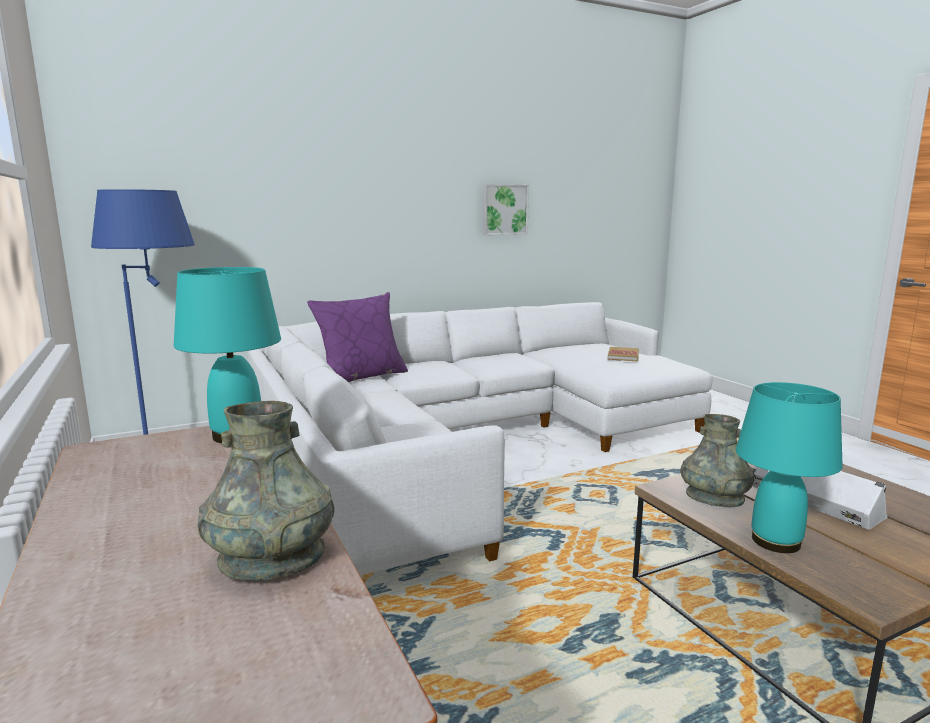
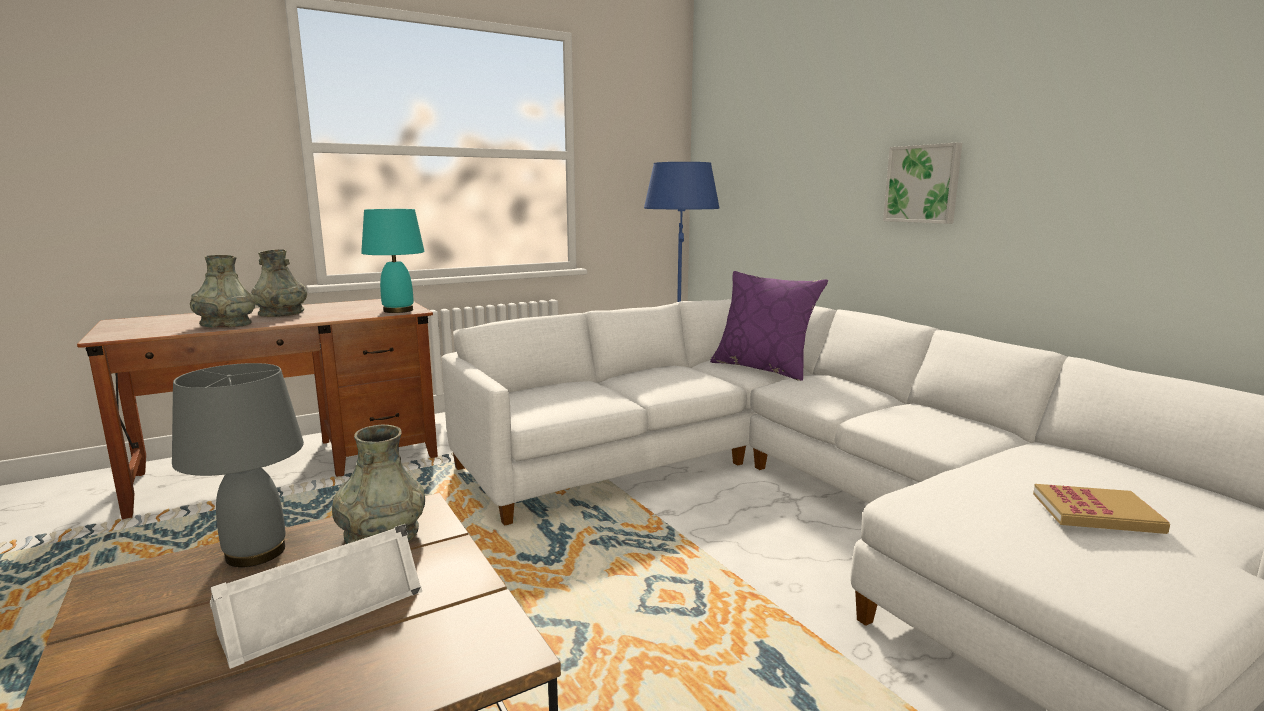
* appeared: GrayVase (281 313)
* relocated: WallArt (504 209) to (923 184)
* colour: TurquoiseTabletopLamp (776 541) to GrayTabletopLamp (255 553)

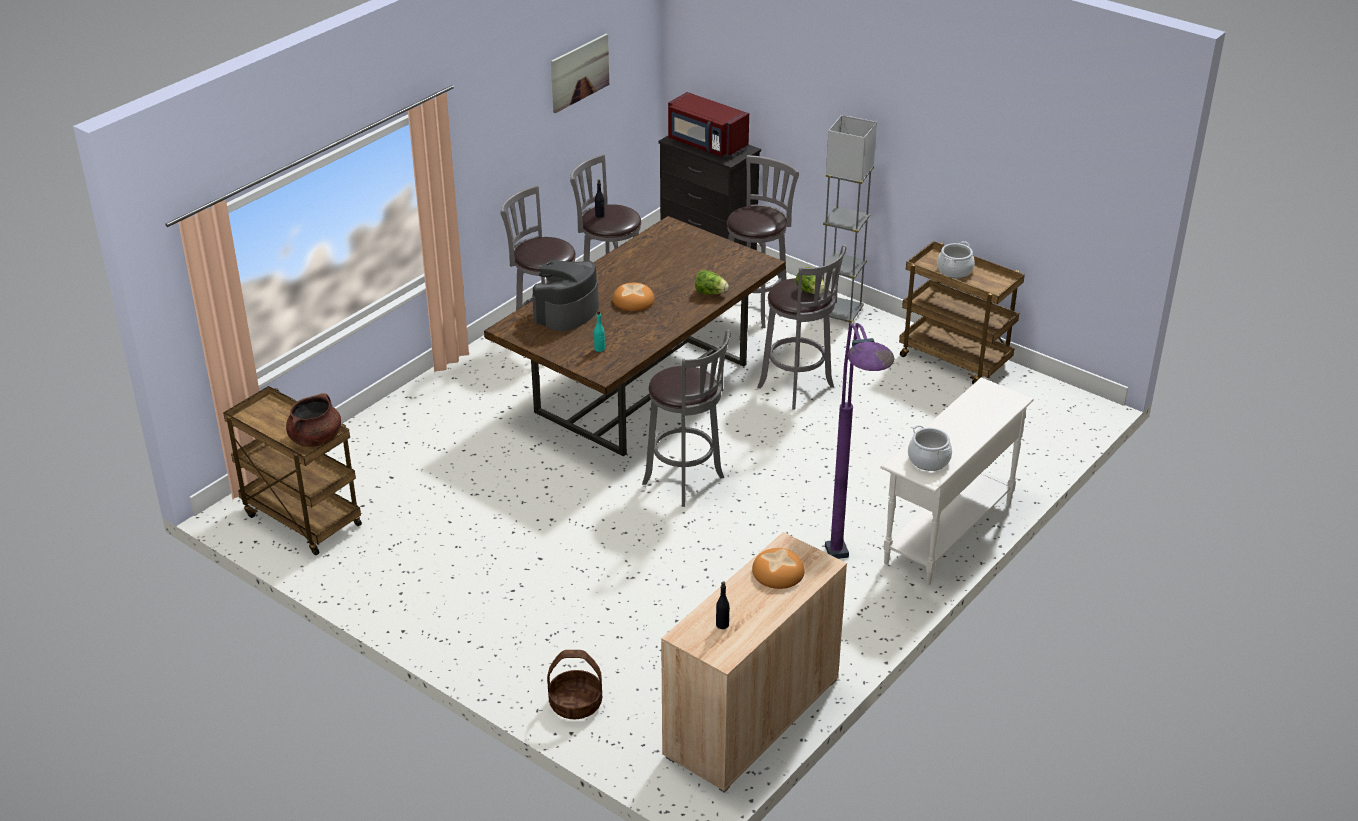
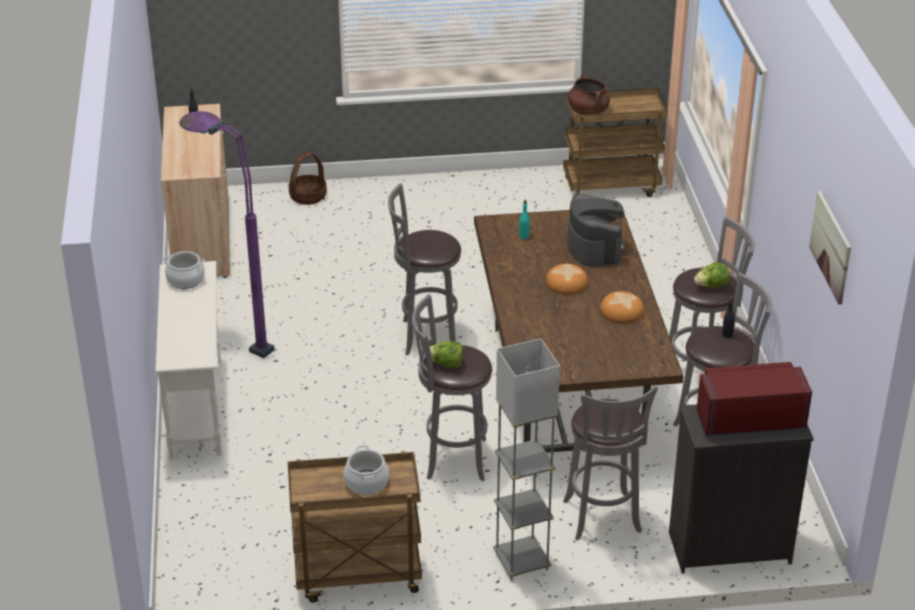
* relocated: Lettuce (710 293) to (711 286)
* relocated: BakeryBread (778 572) to (621 311)

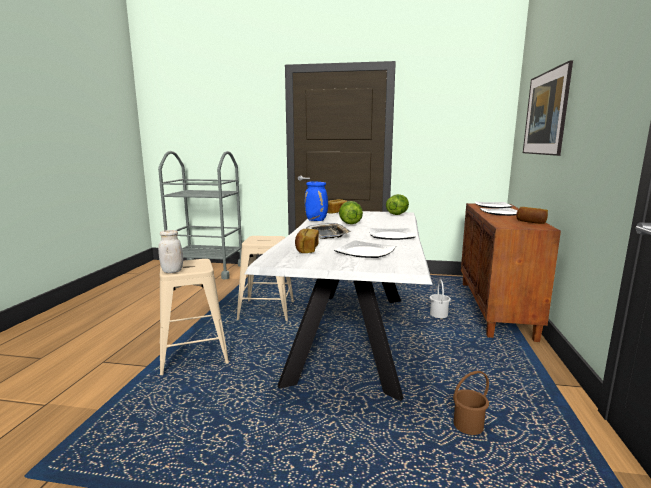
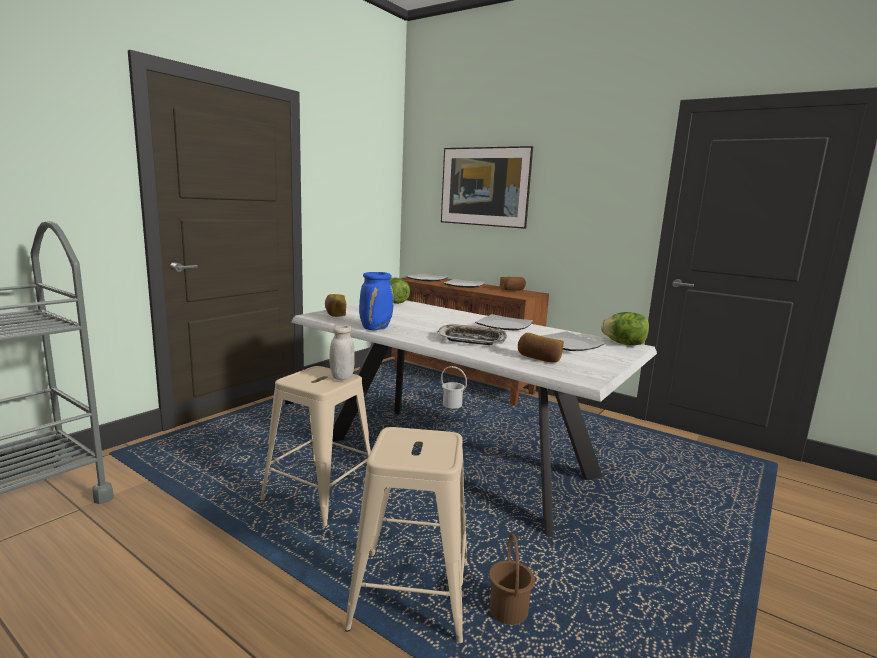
* relocated: WhitishJar (172 271) to (342 377)
* relocated: Lettuce (350 223) to (624 344)
* relocated: BrownColouredWaterBucket (467 426) to (508 611)

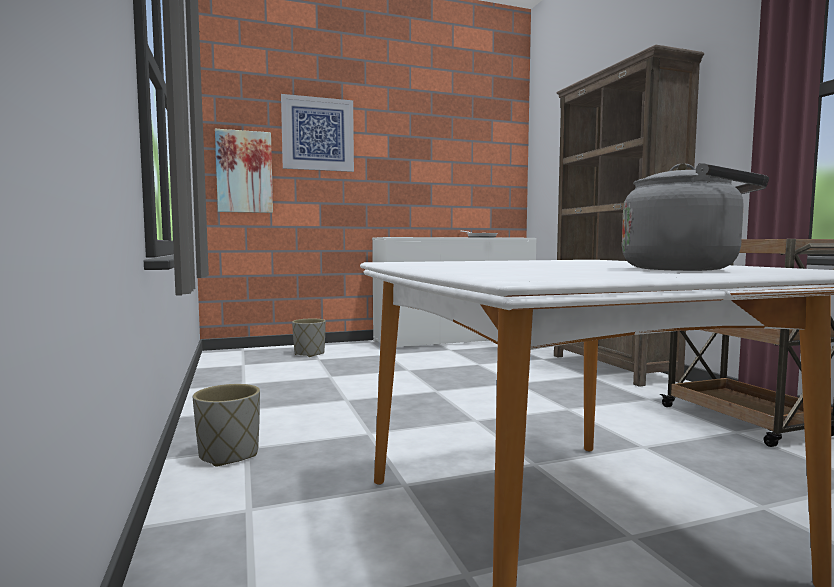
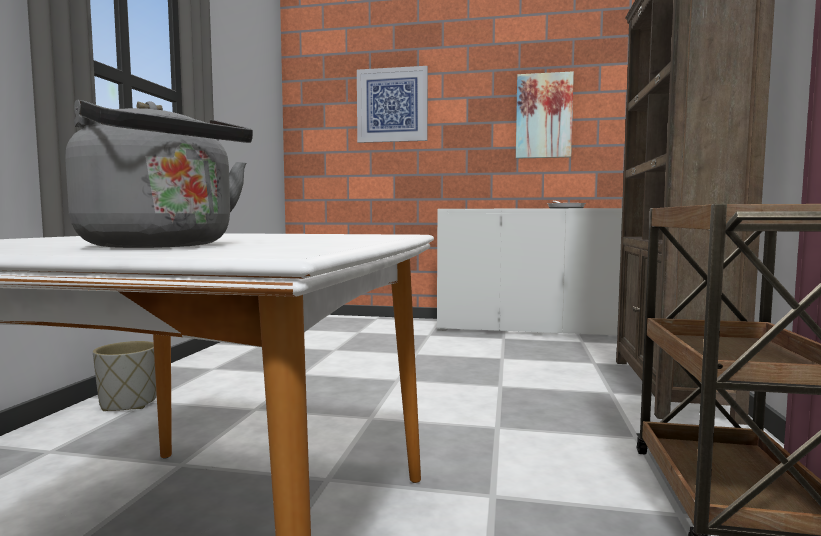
* missing: GrayPlantPot (309 354)
* relocated: WallArt (244 172) to (543 116)

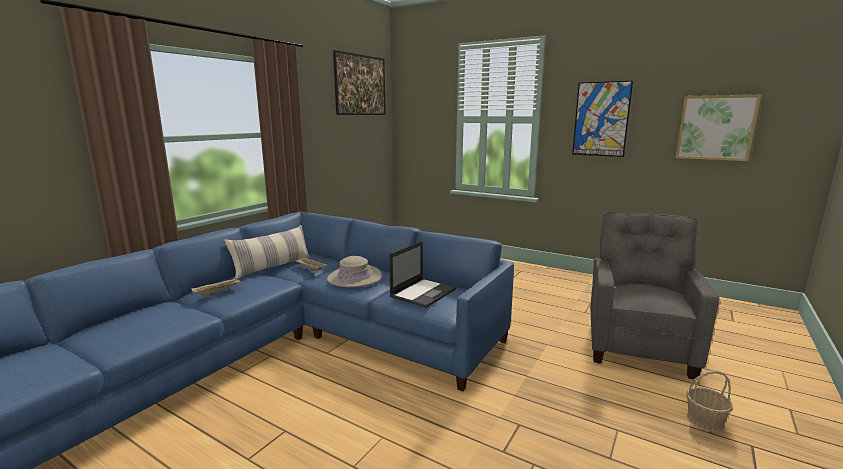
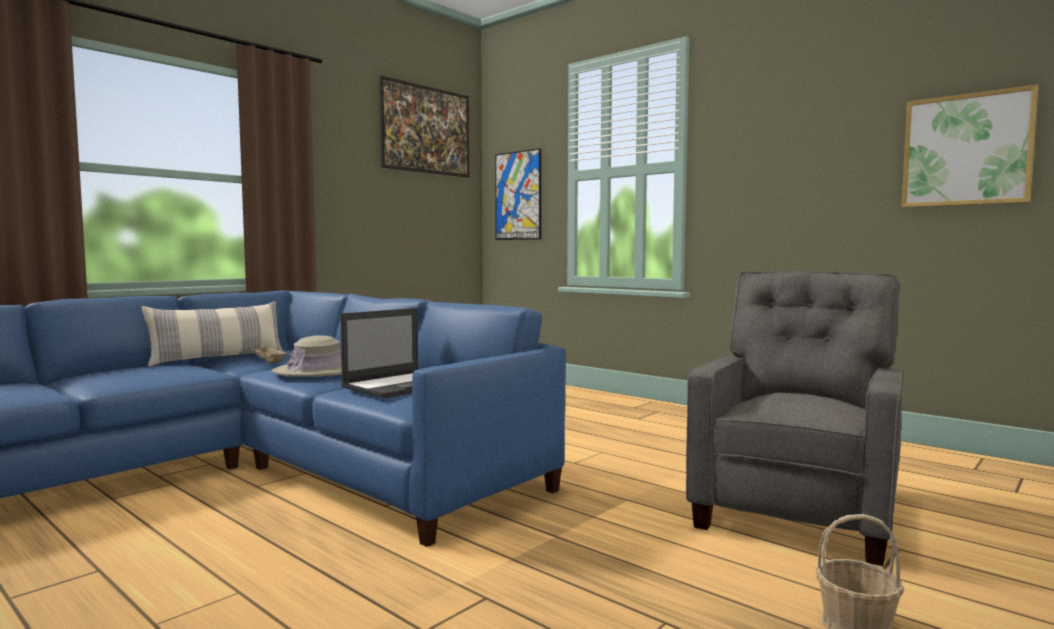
* missing: SandColouredTray (218 292)
* relocated: WallArt (601 119) to (518 196)

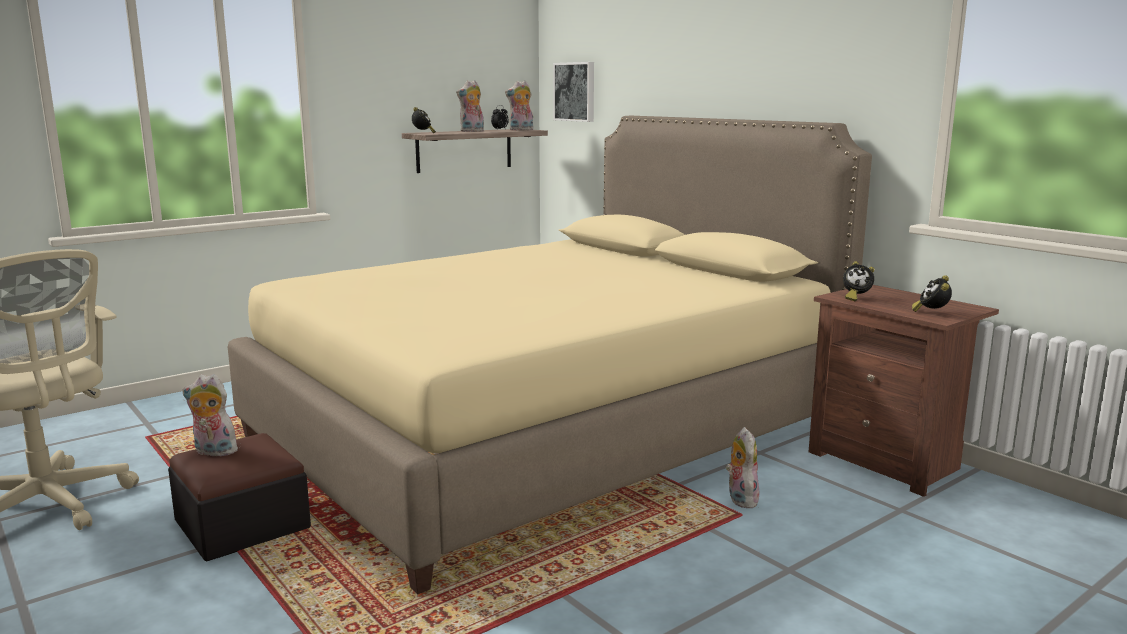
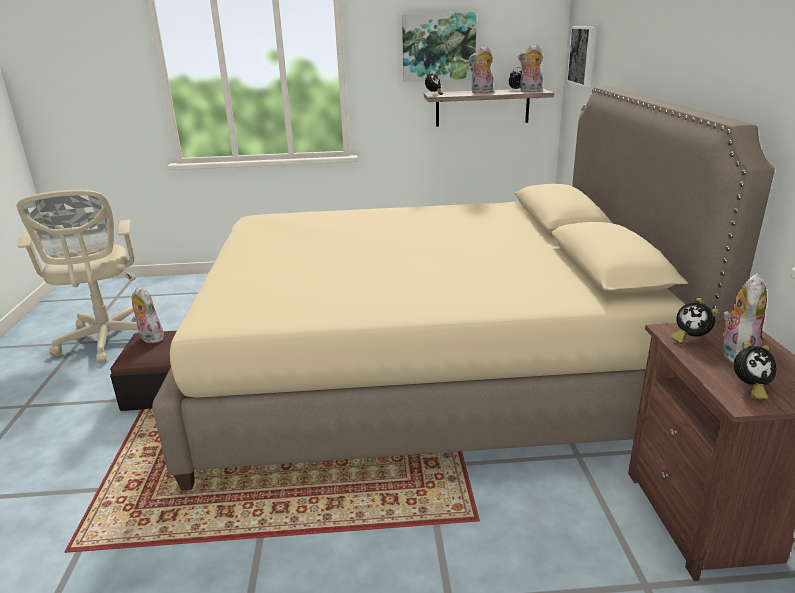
* appeared: WallArt (438 47)
* relocated: PlushToy (740 499) to (736 353)
* spun: AlarmClock (931 312) = (749 388) 150 degrees counterclockwise

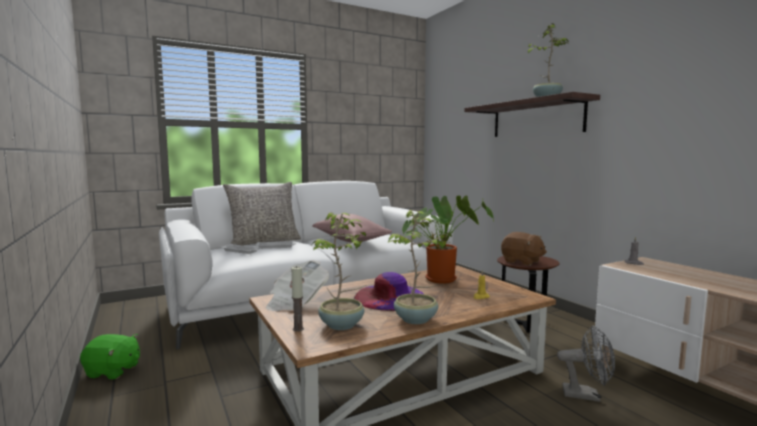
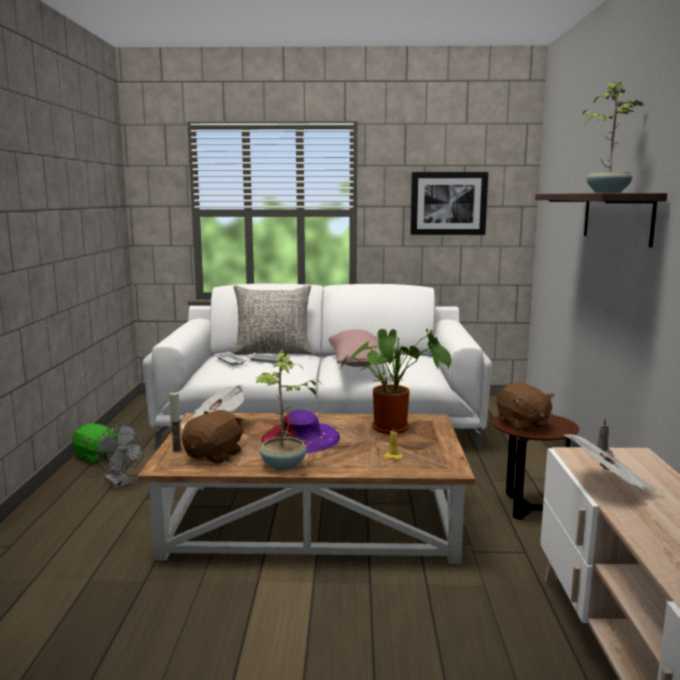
* appeared: WallArt (448 203)
* appeared: Newspaper (610 486)
* relocated: GrayCoolingFan (587 395) to (121 483)
* exchanged: Houseplant (342 325) to BrownColouredPlushToy (215 455)

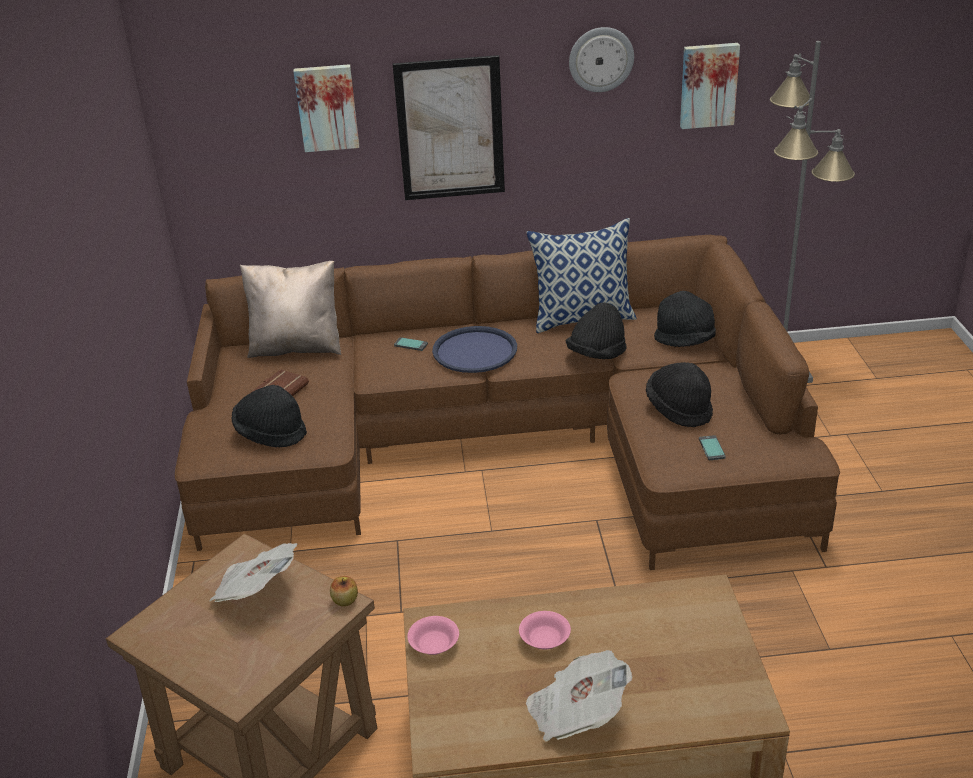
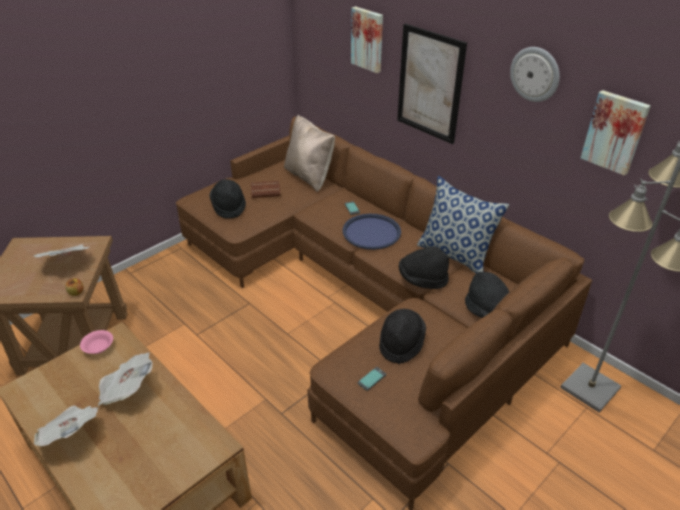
* exchanged: PinkServingBowl (544 640) to Newspaper (127 389)

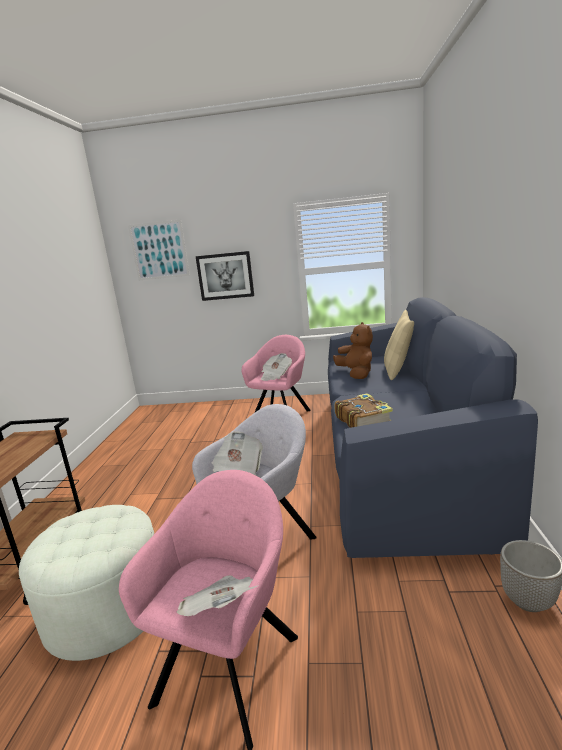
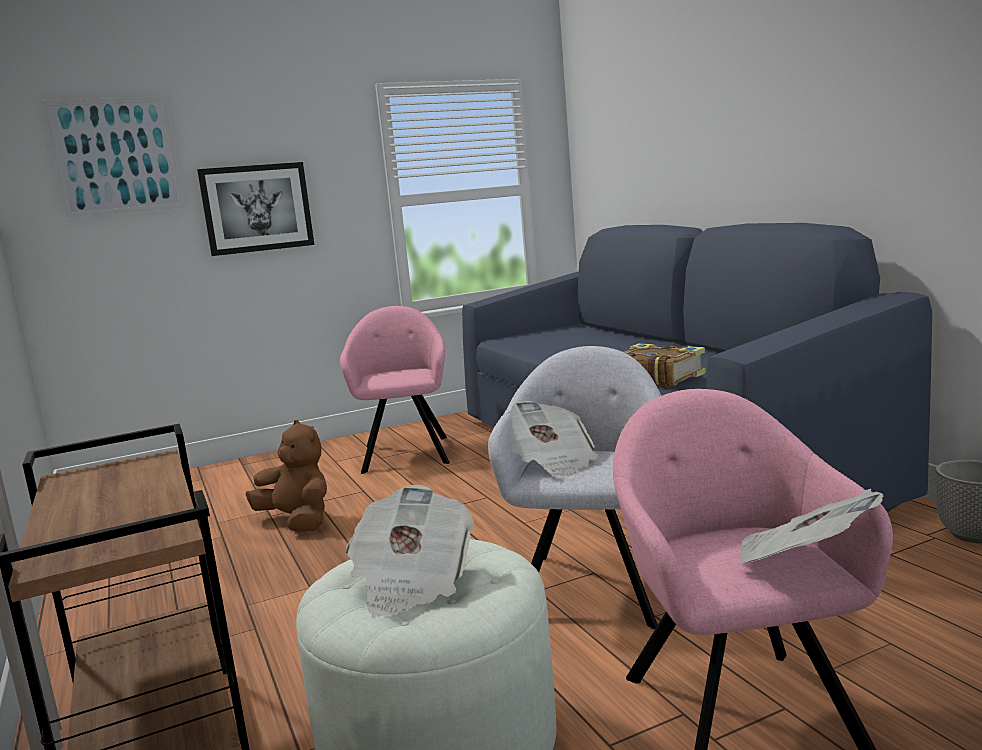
* missing: SandColouredCushion (398 370)
* relocated: Newspaper (275 376) to (411 581)
* relocated: BrownColouredPlushToy (356 374) to (298 521)

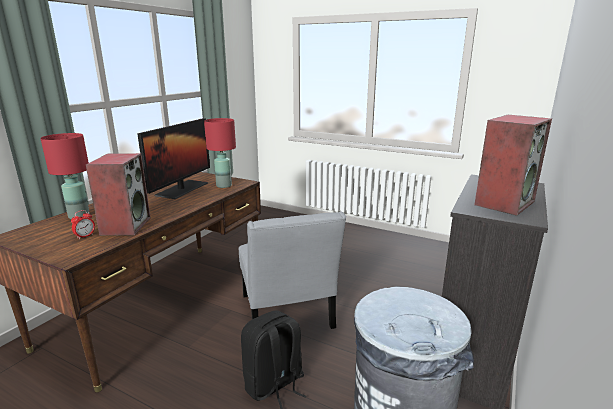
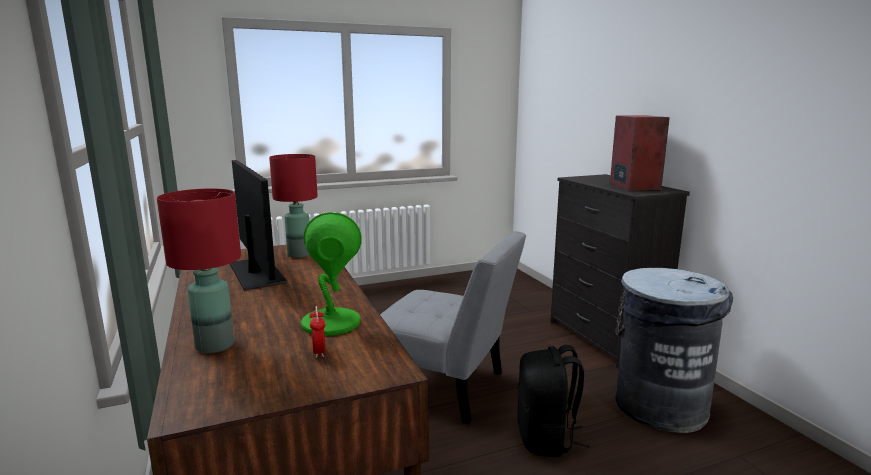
* exchanged: AudioSpeaker (125 226) to GreenColouredTabletopLamp (330 323)

